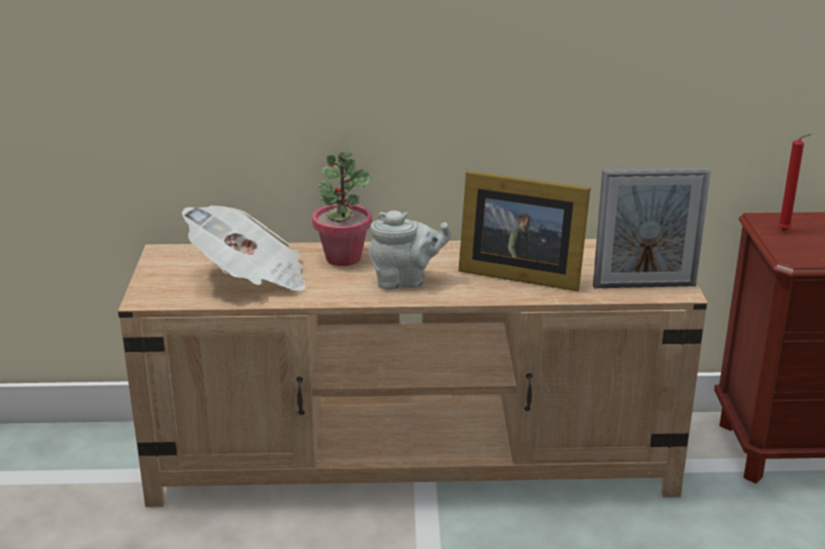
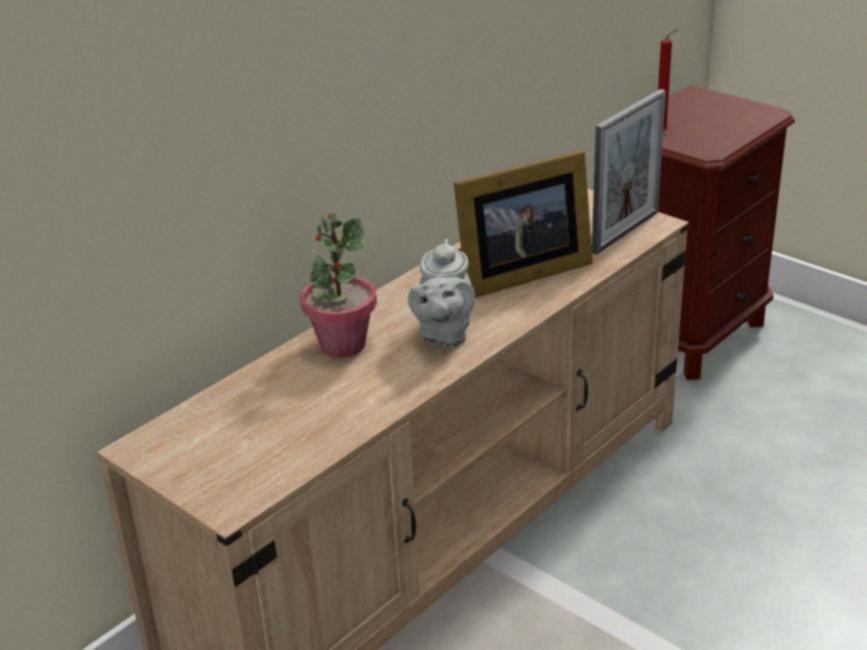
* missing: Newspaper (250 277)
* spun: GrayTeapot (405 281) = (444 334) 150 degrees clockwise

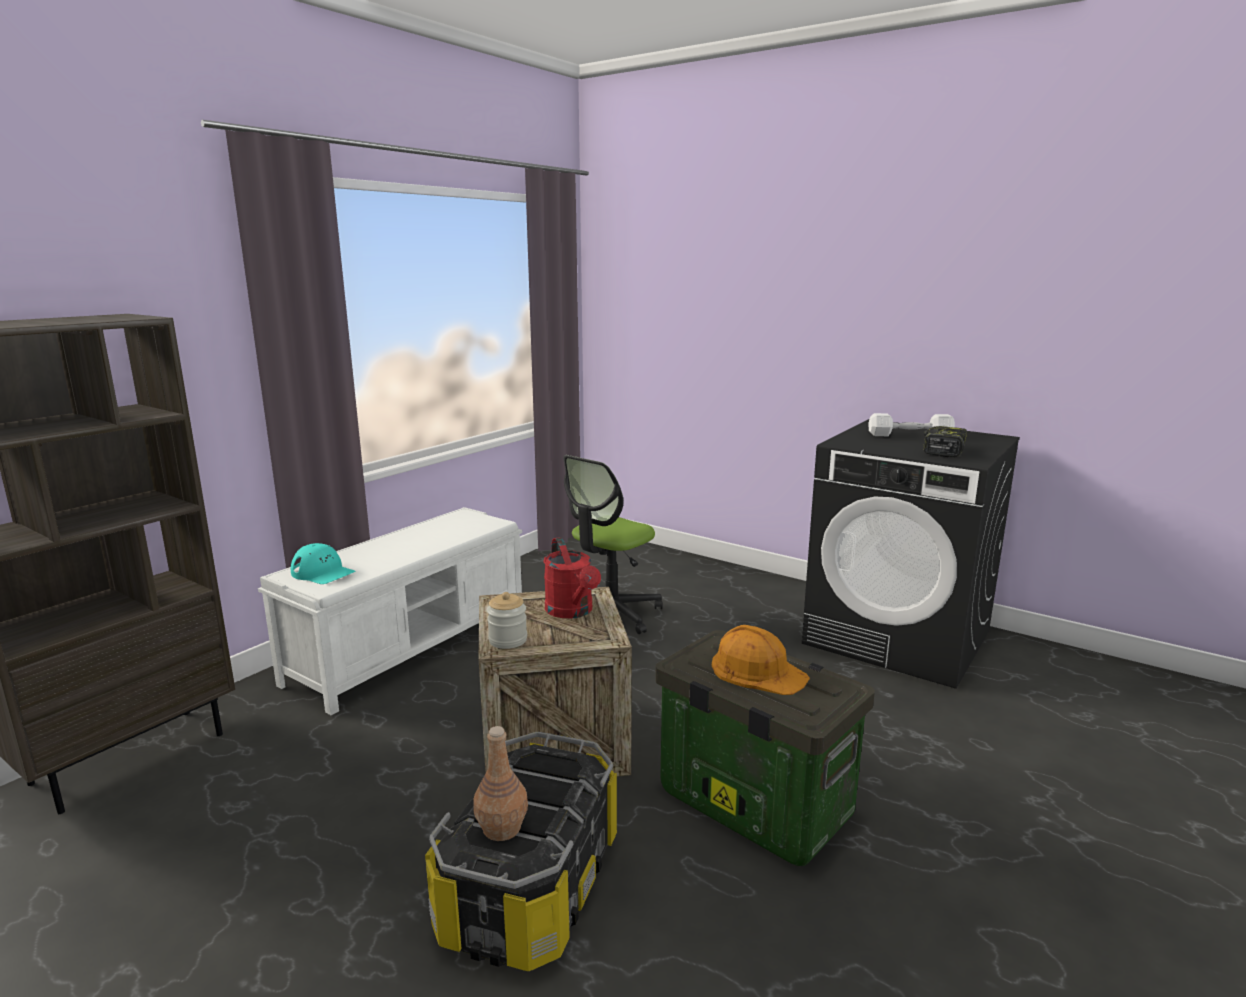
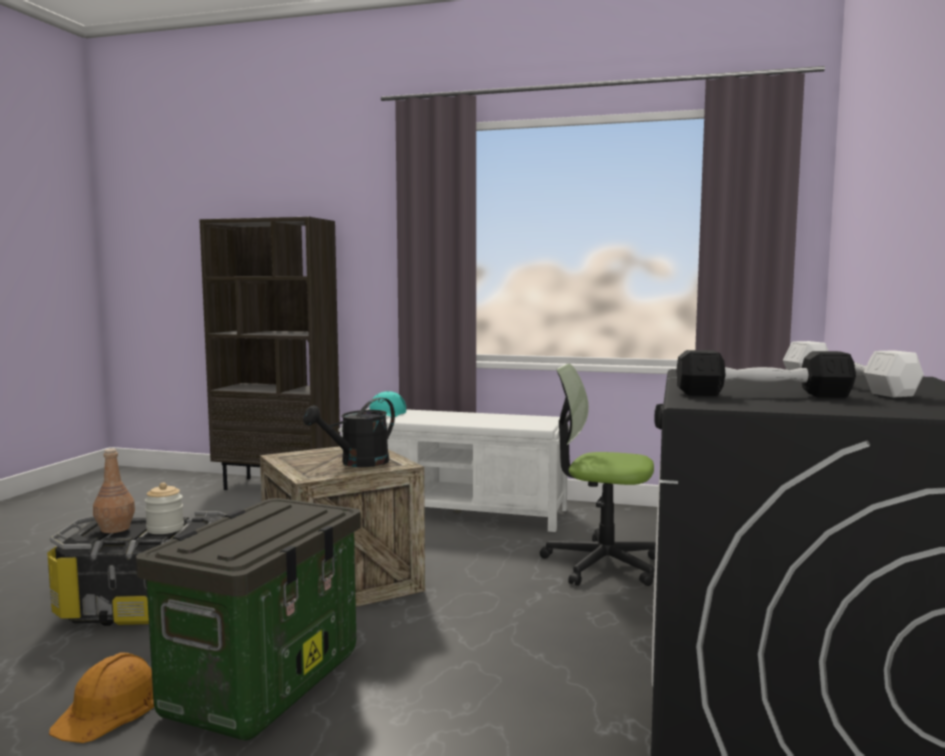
* relocated: Jar (508 640) to (165 529)
* relocated: OrangeySafetyHelmet (757 670) to (110 708)
* exchanged: Drill (942 450) to BlackishDumbbell (762 395)
* colour: RedWateringCan (572 611) to BlackishWateringCan (357 463)

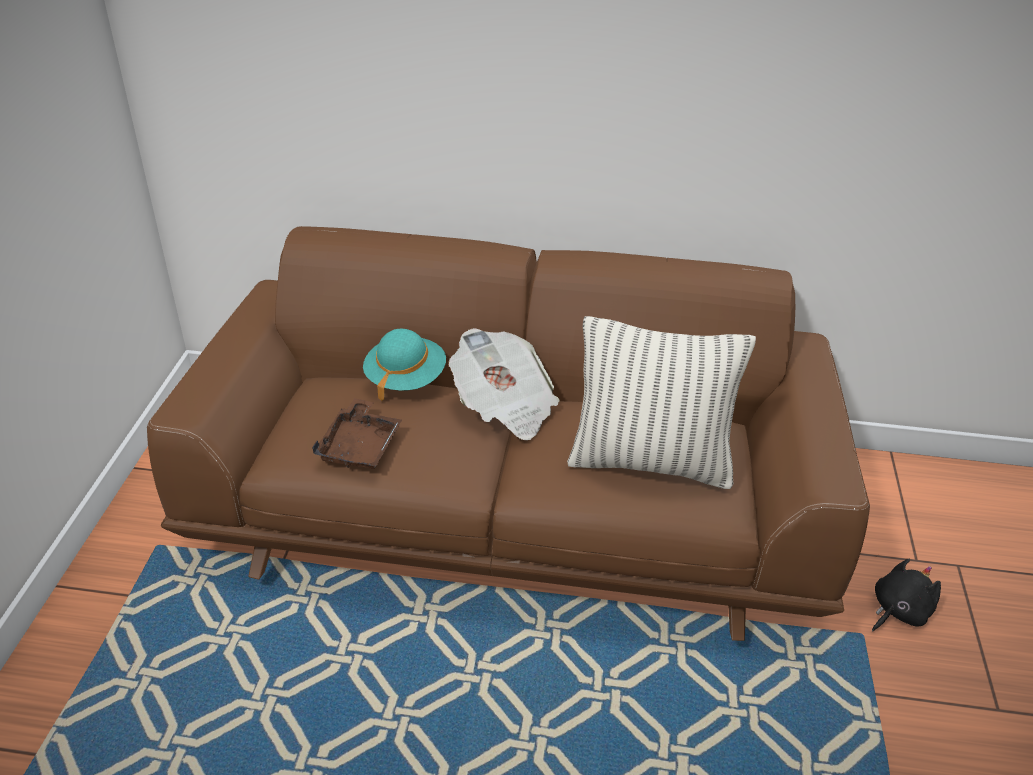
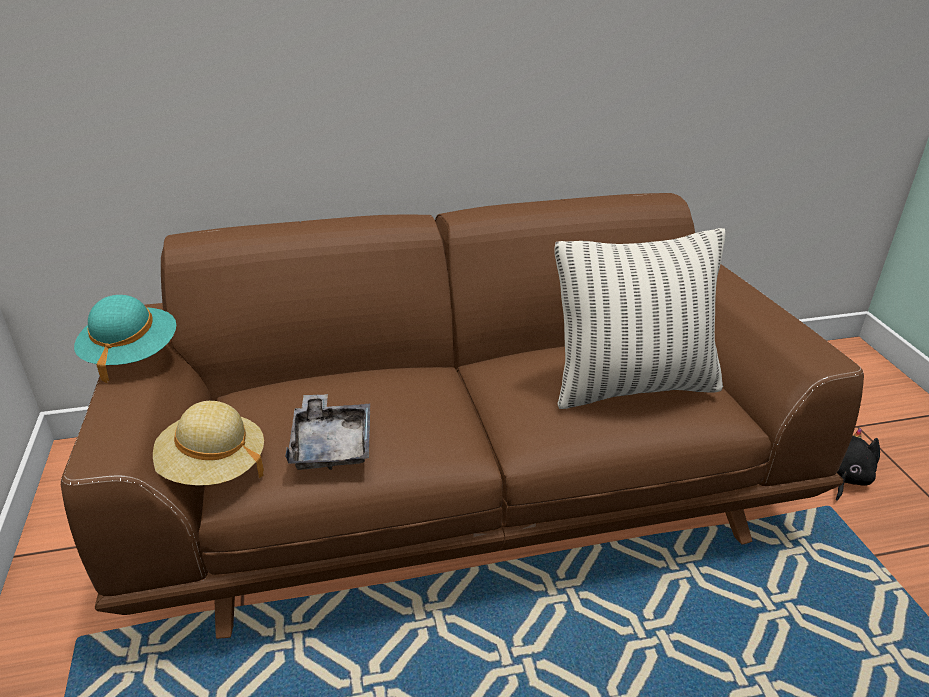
* missing: Newspaper (504 406)
* appeared: SandColouredWearableHat (212 468)
* relocated: TurquoiseWearableHat (405 378) to (131 355)
* colour: BrownColouredTray (360 446) to GrayTray (331 444)

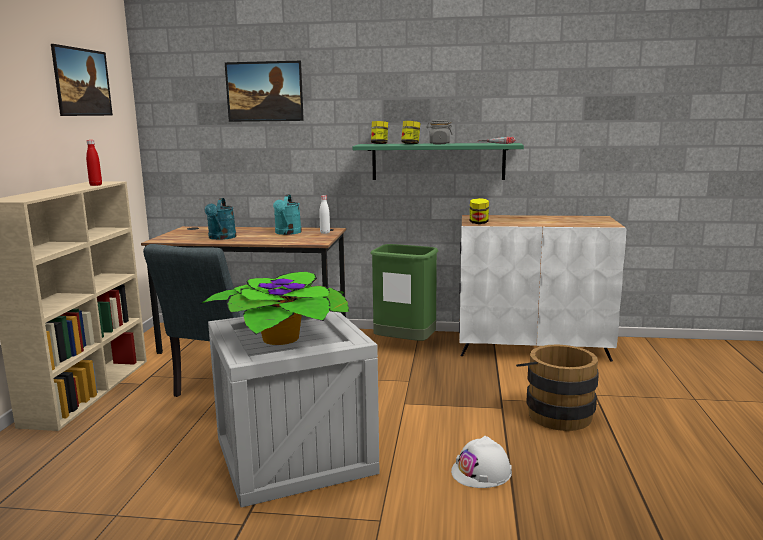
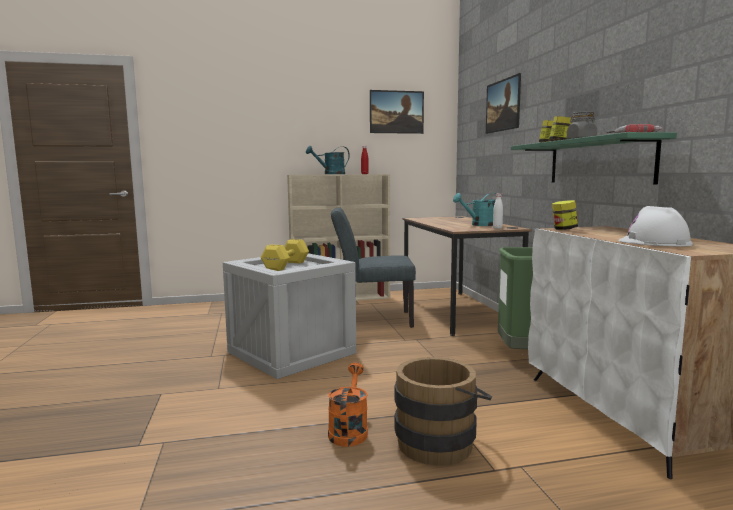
* appeared: OrangeyWateringCan (349 430)
* relocated: TurquoiseWateringCan (221 238) to (330 174)
* relocated: WhitishSafetyHelmet (481 472) to (654 242)
* exchanged: Houseplant (283 339) to YellowColouredDumbbell (285 266)

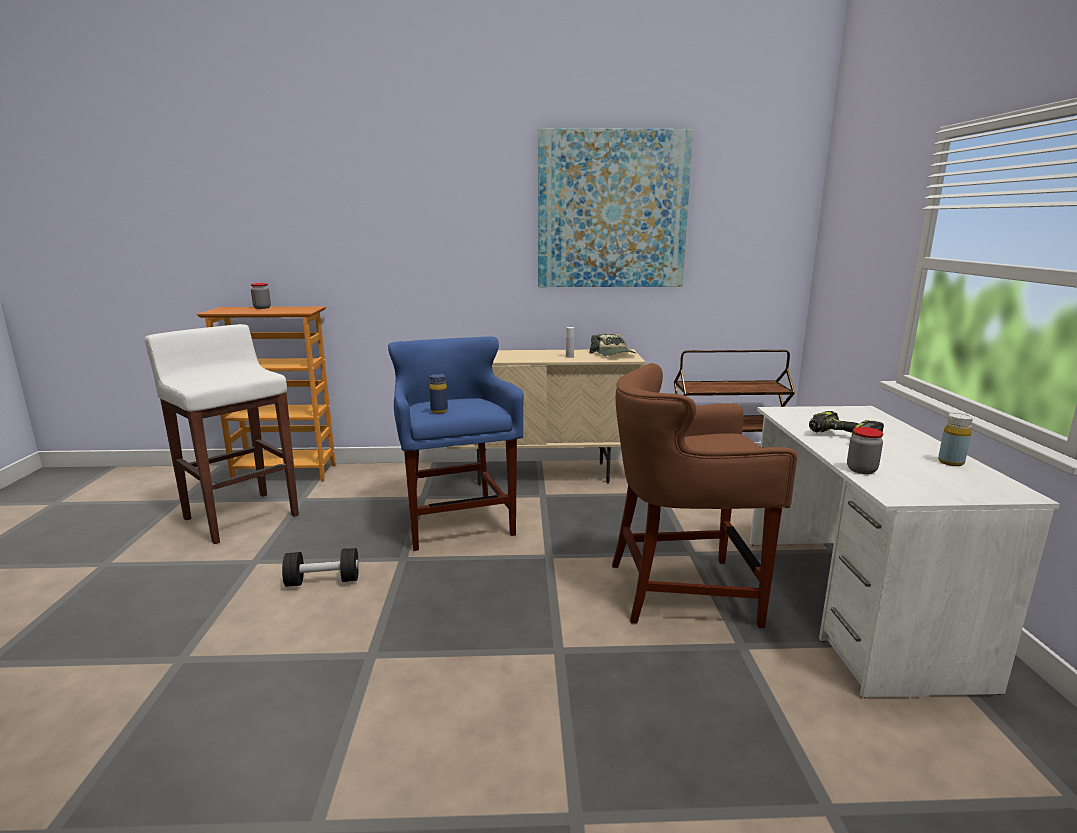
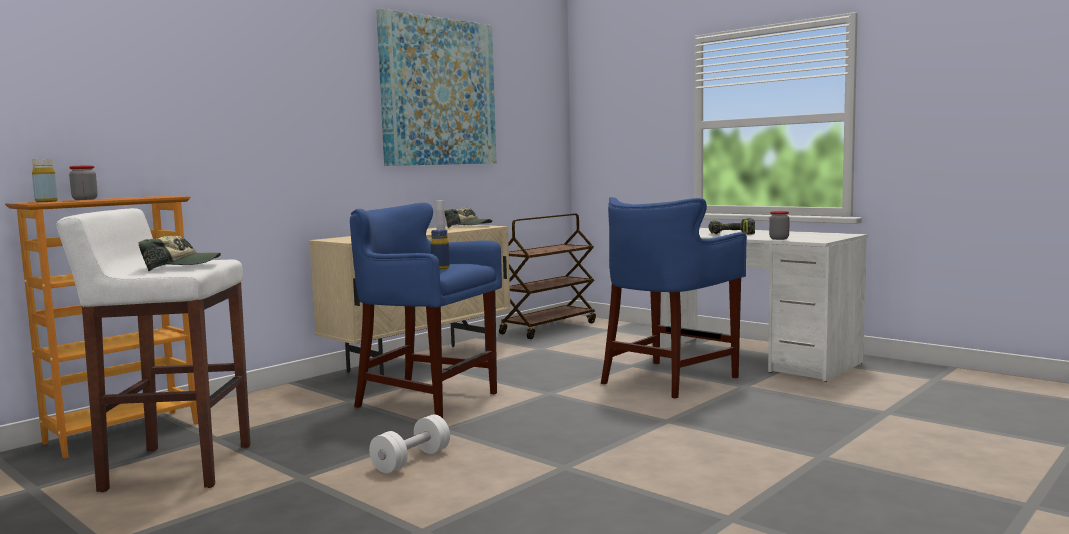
* appeared: PeakedCap (181 267)
* relocated: YellowColouredDrinkBottle (950 462) to (46 201)
* colour: BlackishDumbbell (323 581) to WhitishDumbbell (411 460)
* colour: BrownColouredStoolSeat (684 592) to BlueStoolSeat (669 379)

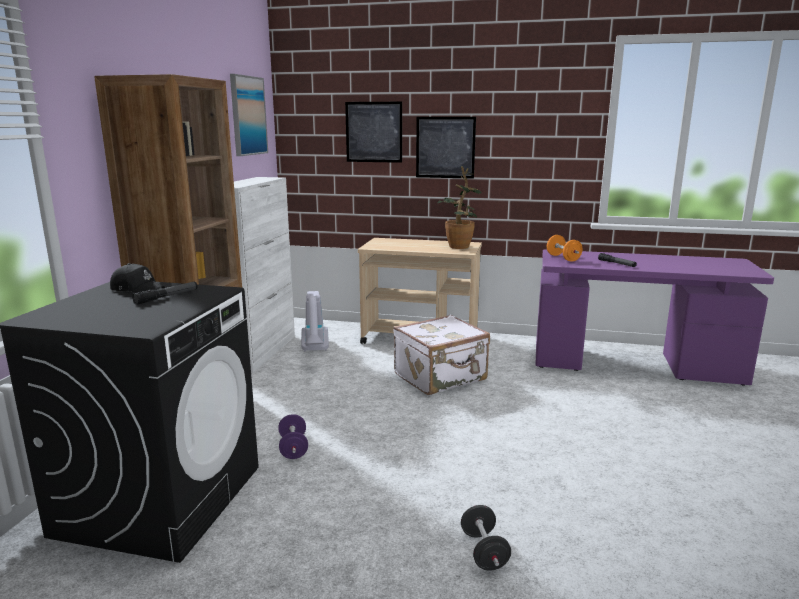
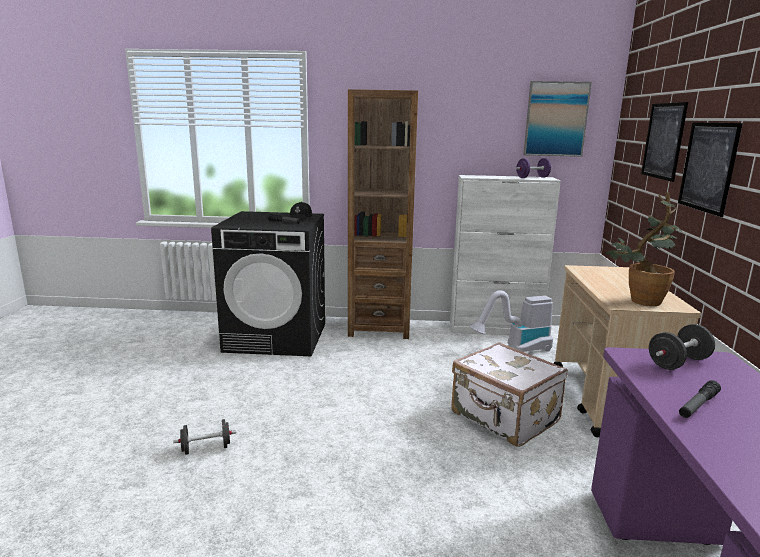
* relocated: PurpleDumbbell (293 448) to (532 177)
* colour: OrangeyDumbbell (563 258) to BlackishDumbbell (678 363)

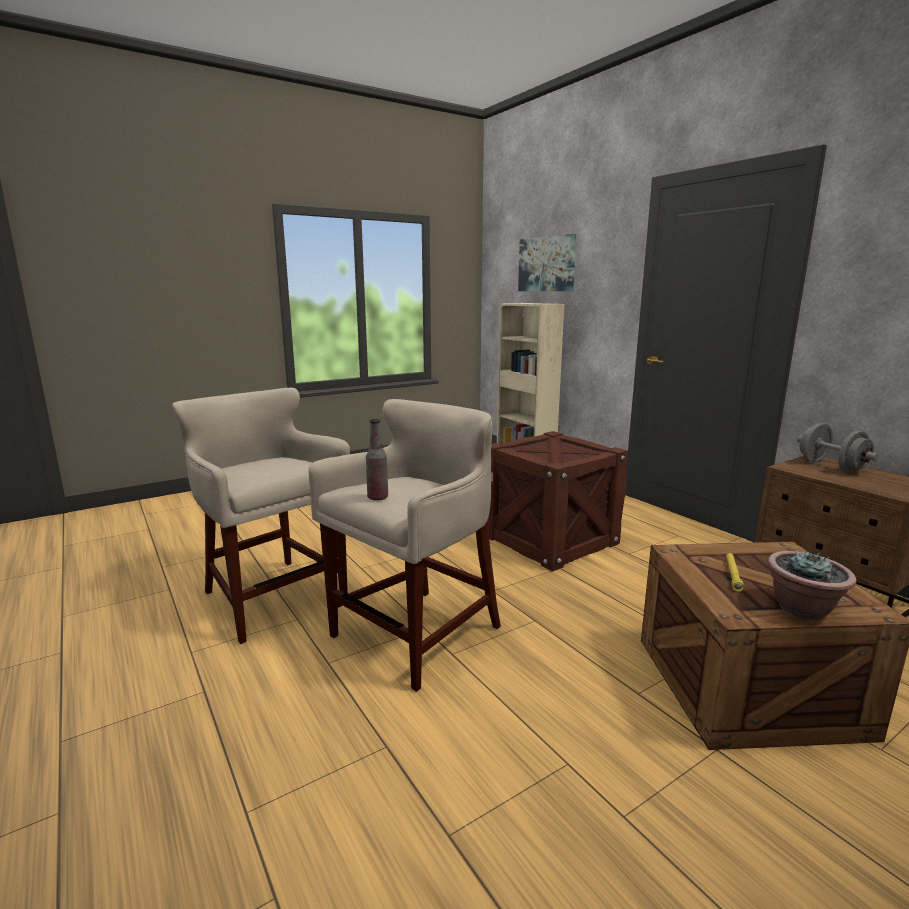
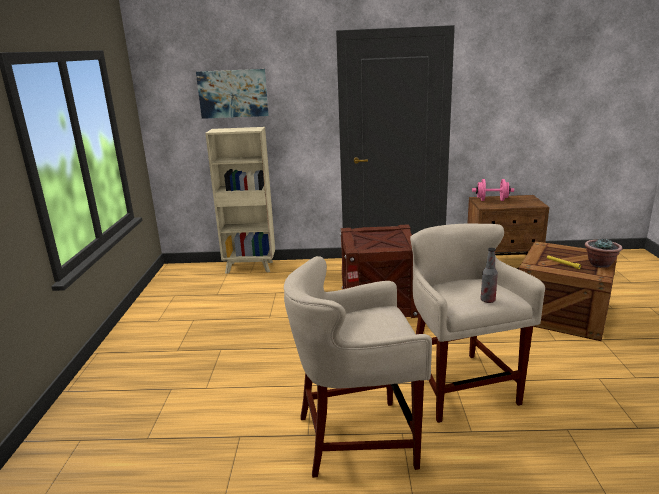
* colour: GrayDumbbell (831 467) to PinkDumbbell (492 200)

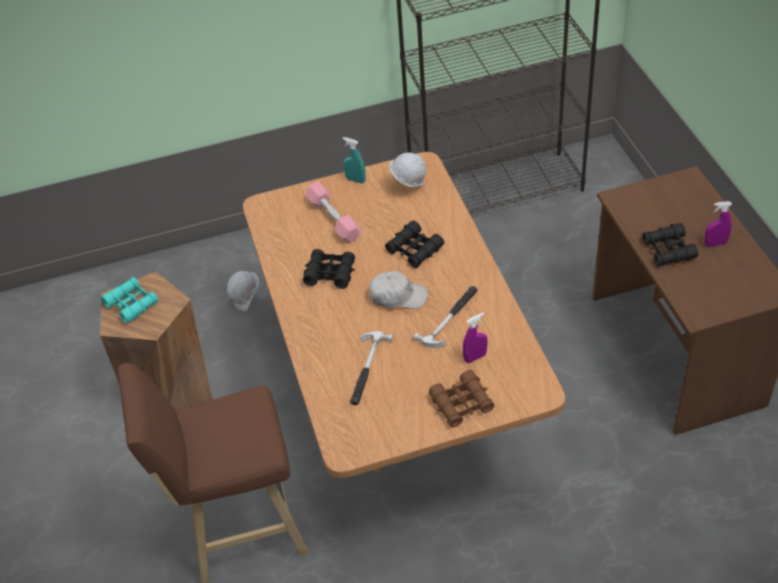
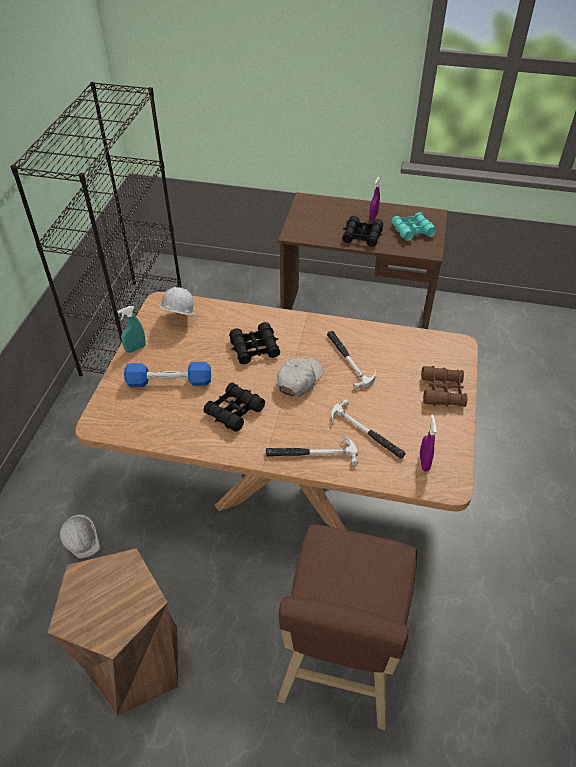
* appeared: HandHammer (311 453)
* relocated: TurquoiseFieldGlasses (131 304) to (412 231)
* relocated: PurpleSprayer (475 357) to (424 462)
* colour: PinkDumbbell (333 219) to BlueDumbbell (169 382)

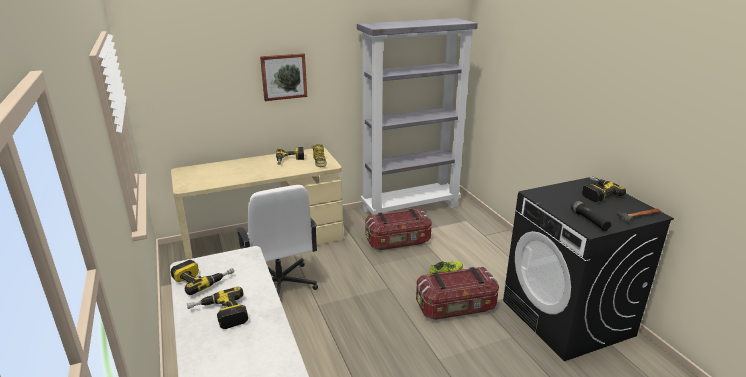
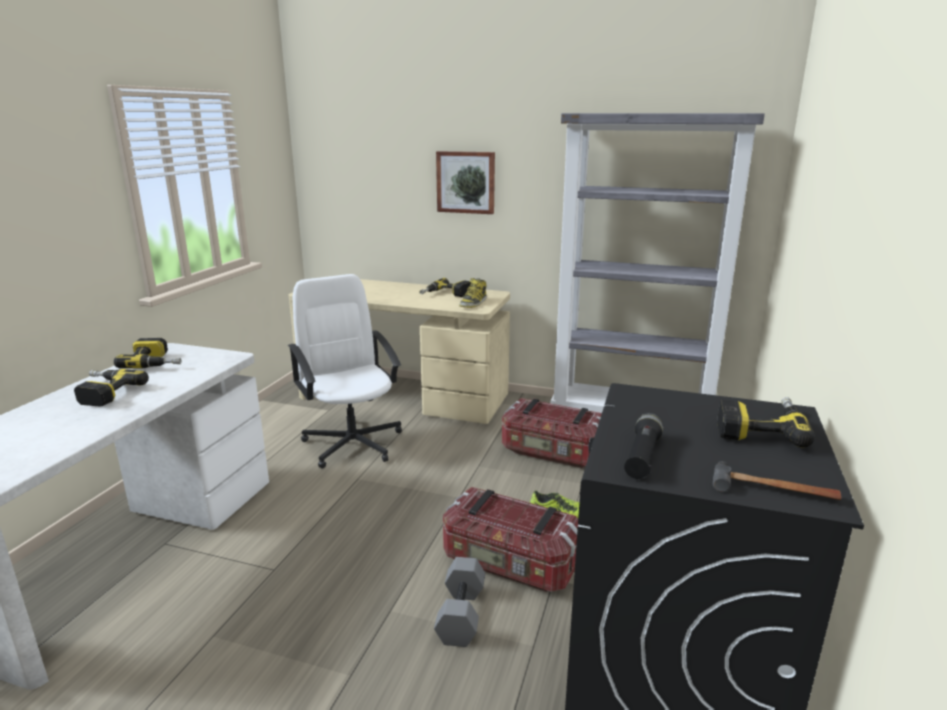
* appeared: GrayDumbbell (462 615)
* spun: WhitishComputerChair (279 285) = (353 443) 135 degrees clockwise

